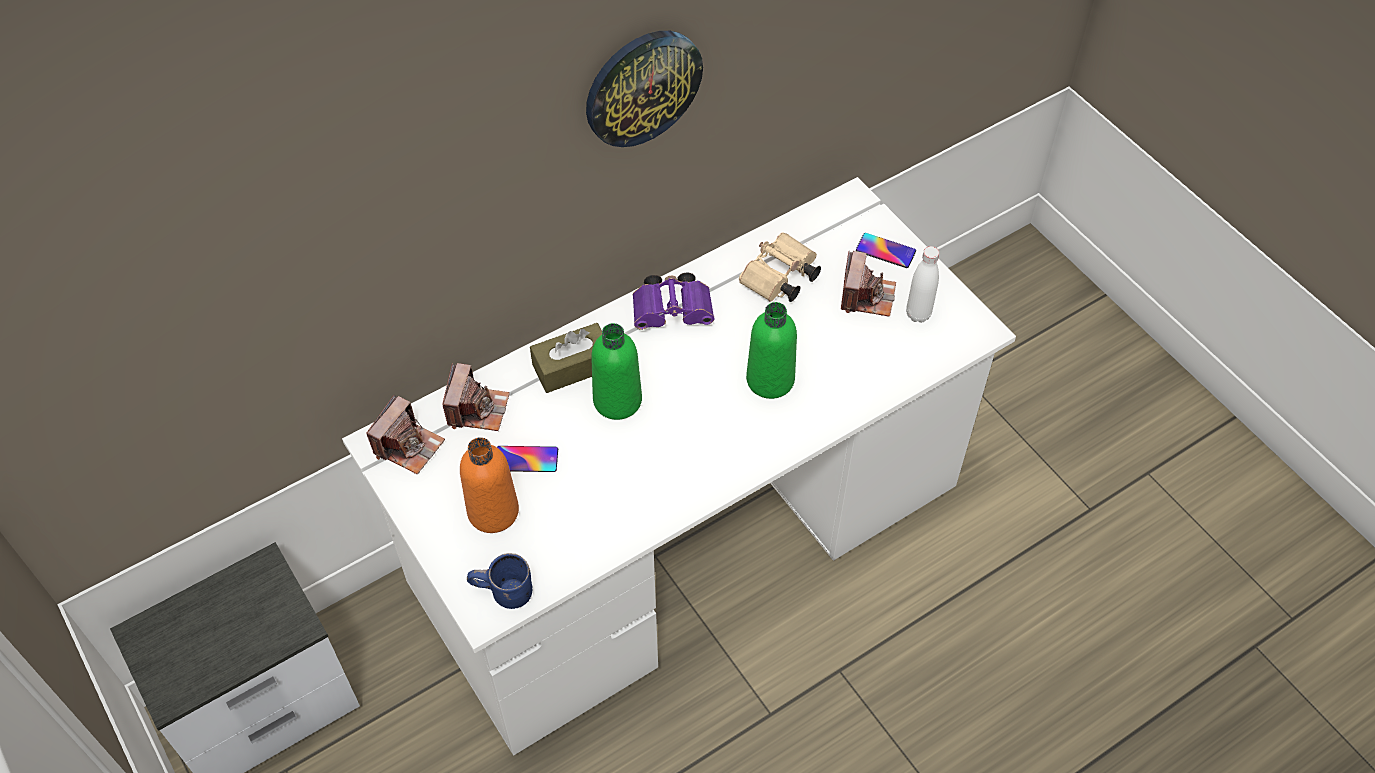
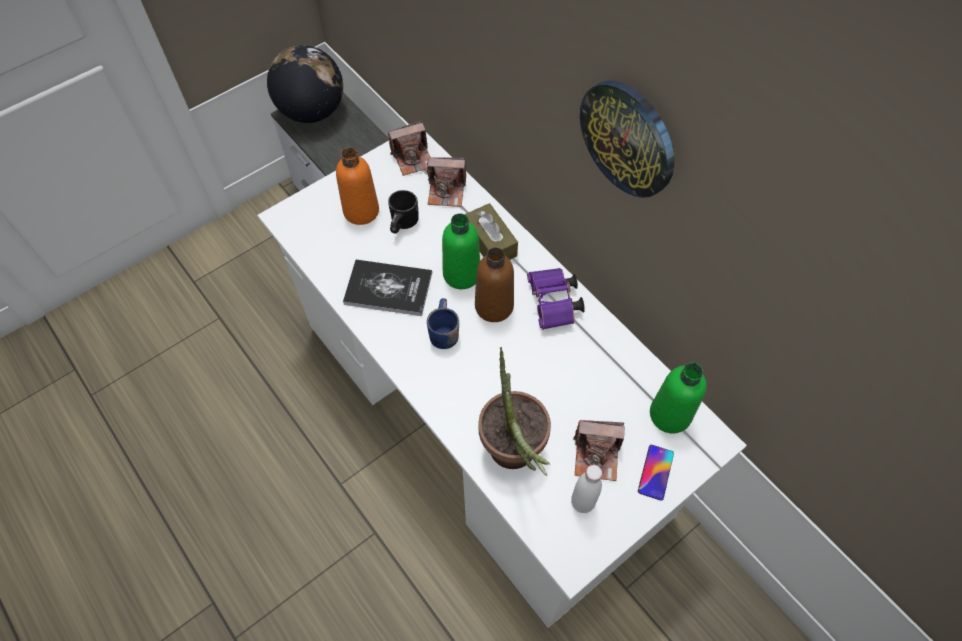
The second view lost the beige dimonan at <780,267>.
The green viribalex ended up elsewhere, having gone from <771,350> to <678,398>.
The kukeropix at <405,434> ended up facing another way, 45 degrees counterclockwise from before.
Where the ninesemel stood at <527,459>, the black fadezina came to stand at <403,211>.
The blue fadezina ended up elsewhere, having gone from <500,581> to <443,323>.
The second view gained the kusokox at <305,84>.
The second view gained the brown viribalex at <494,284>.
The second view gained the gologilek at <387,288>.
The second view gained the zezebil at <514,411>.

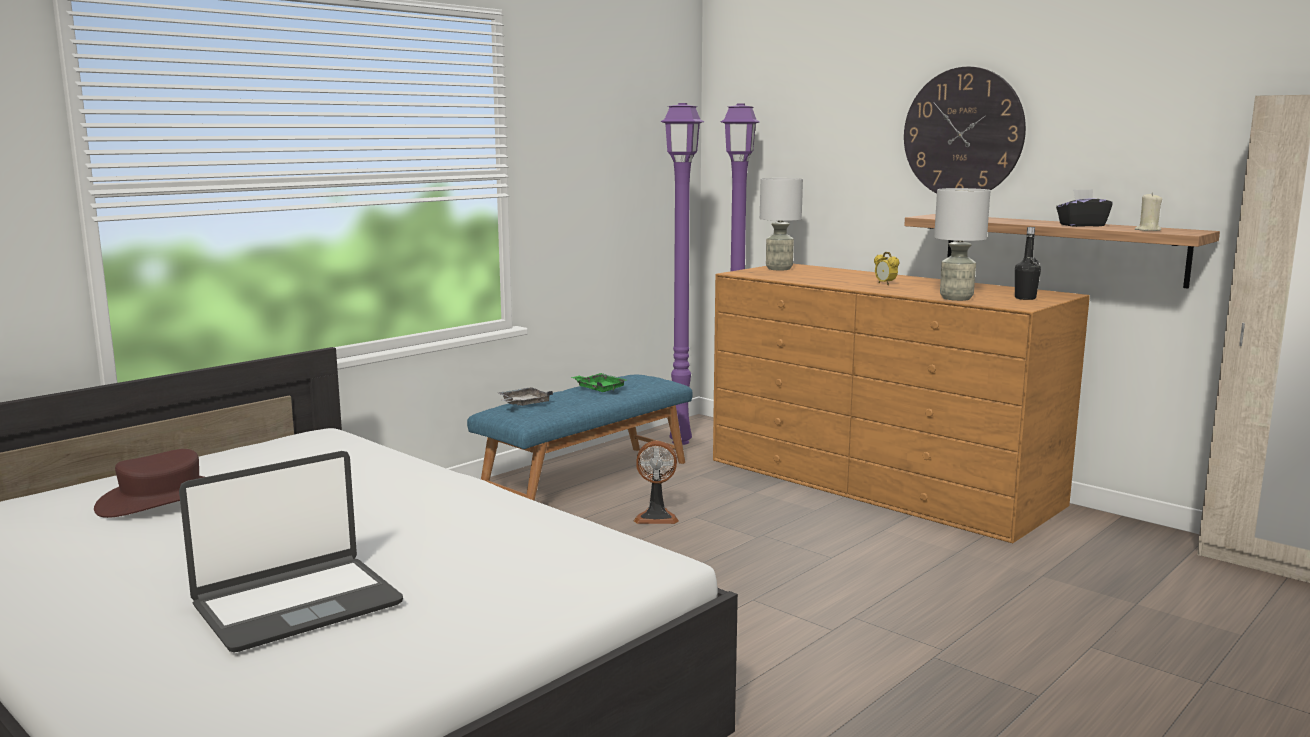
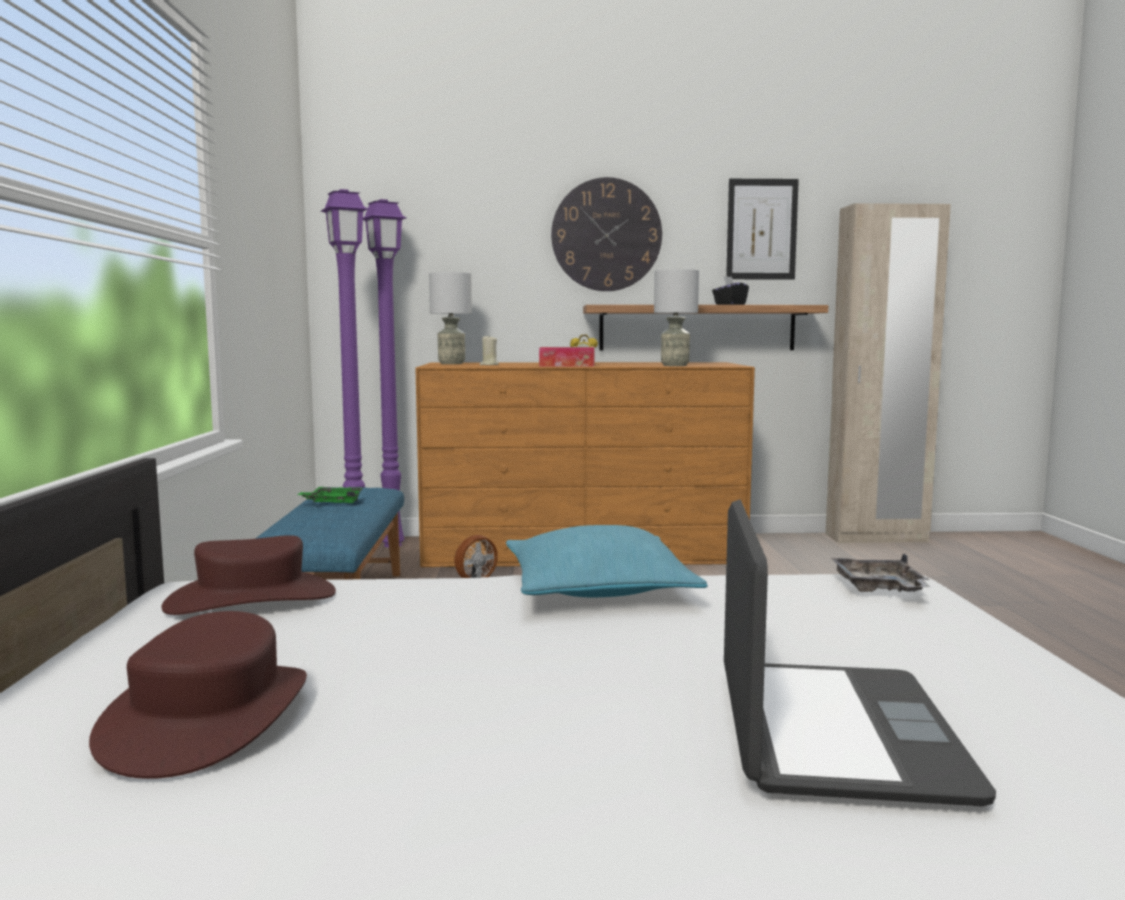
The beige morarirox ended up elsewhere, having gone from <1148,211> to <489,350>.
The second view lost the black viribalex at <1028,263>.
The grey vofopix ended up elsewhere, having gone from <526,396> to <881,572>.
The second view gained the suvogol at <762,229>.
The second view gained the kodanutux at <567,357>.
The second view gained the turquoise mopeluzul at <607,561>.
The second view gained the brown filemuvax at <248,575>.

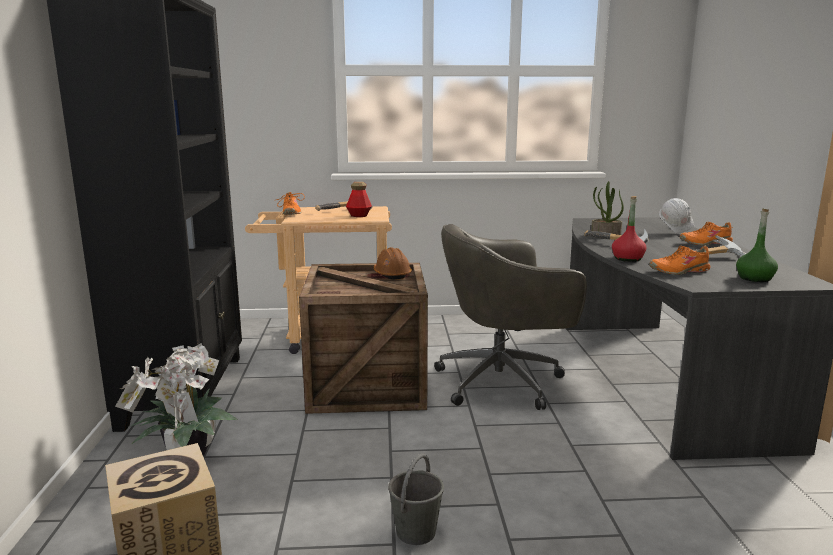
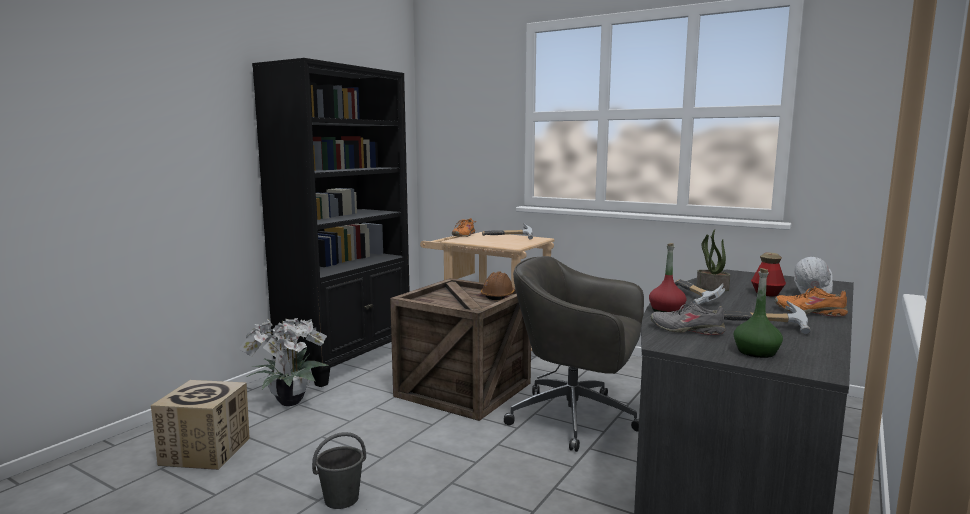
The viribalex ended up elsewhere, having gone from <359,199> to <768,274>.
What was the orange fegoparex at <680,260> turned into the grey fegoparex at <688,318>.

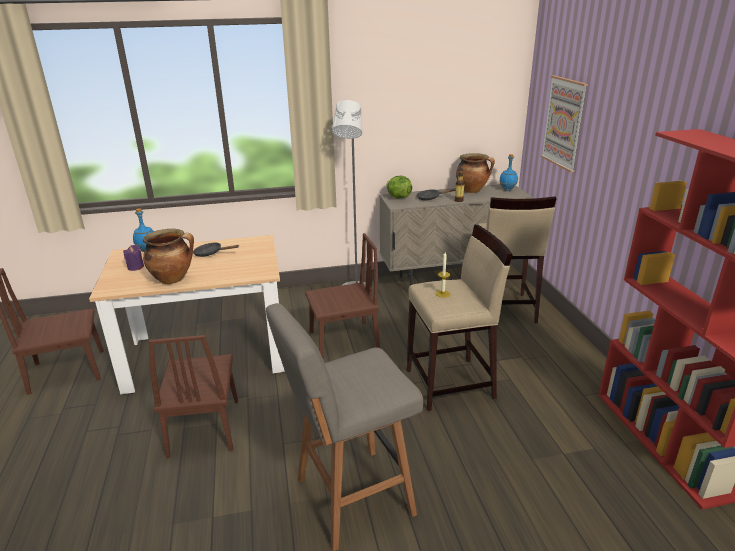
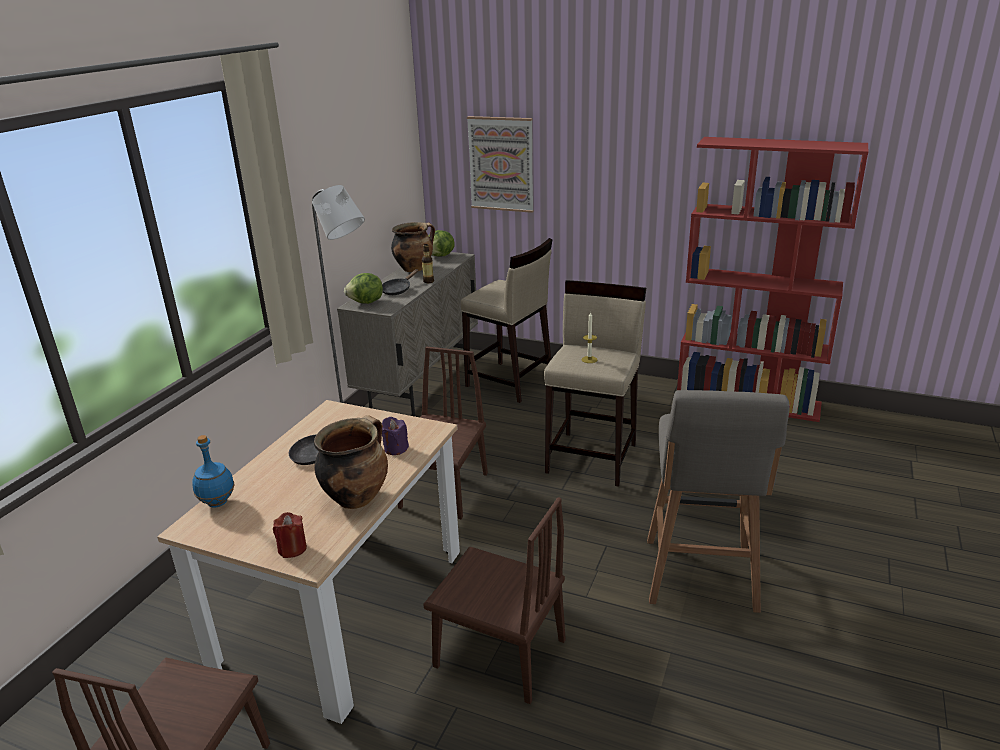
Where the blue viribalex stood at <508,172>, the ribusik came to stand at <441,243>.
The purple morarirox ended up elsewhere, having gone from <133,258> to <395,436>.
The second view gained the red morarirox at <290,535>.

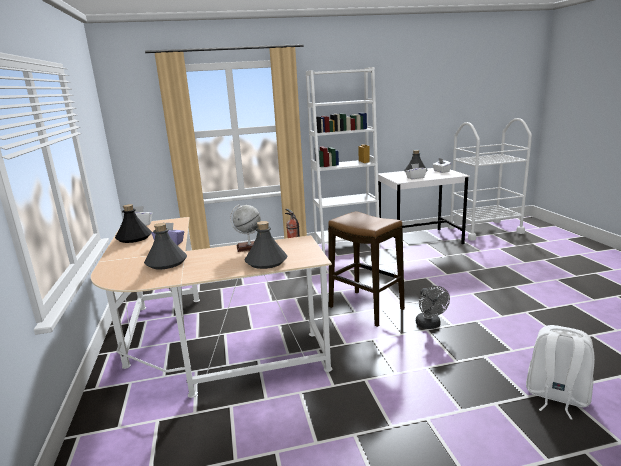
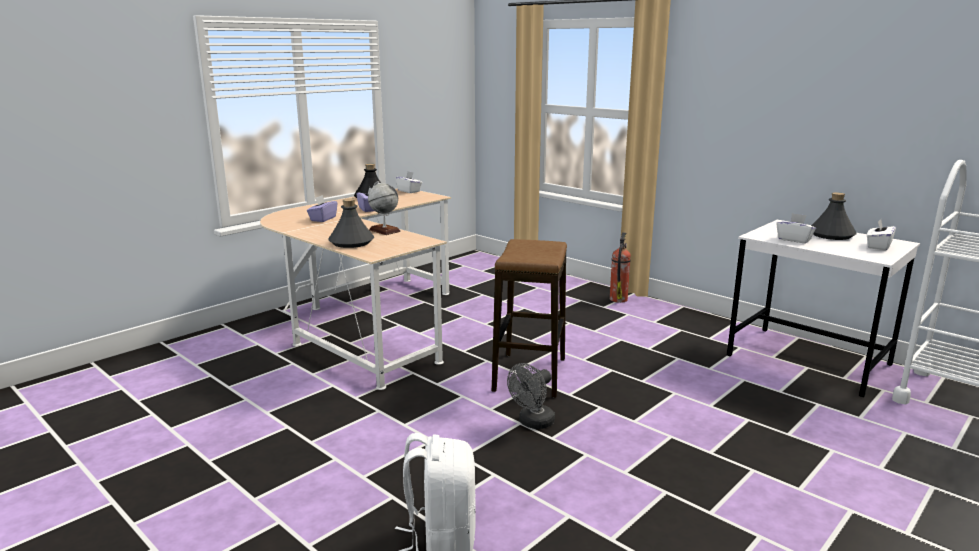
The second view lost the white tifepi at <343,160>.
Where the grey viribalex stood at <165,246>, the purple kodanutux came to stand at <322,208>.

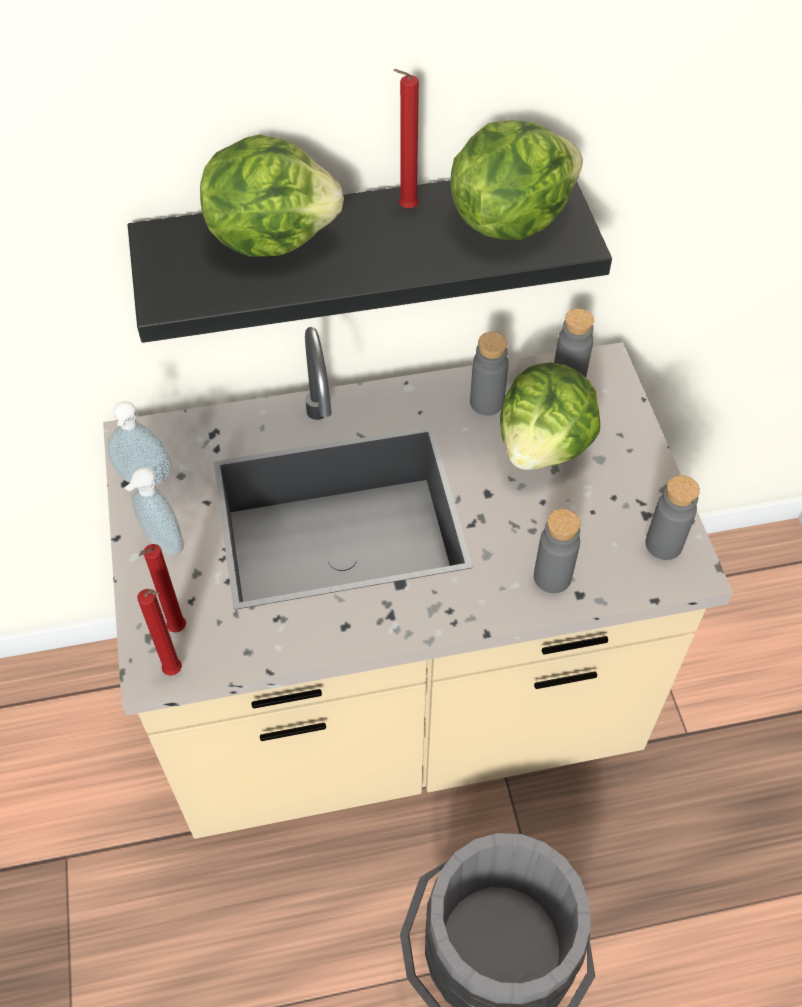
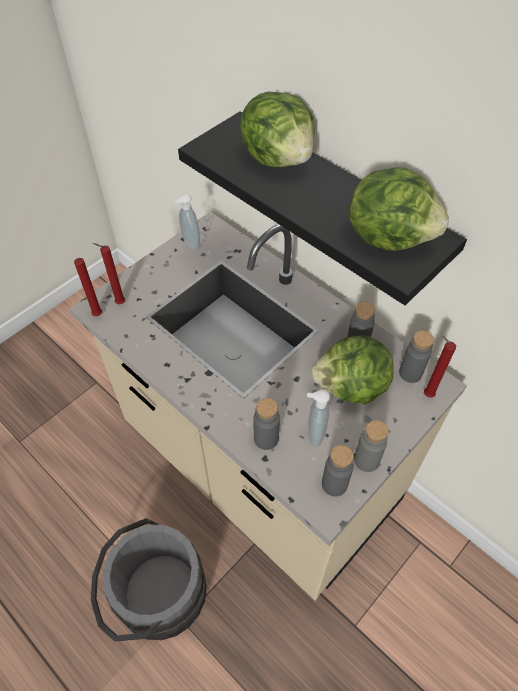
The red morarirox ended up elsewhere, having gone from <406,139> to <440,367>.
The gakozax ended up elsewhere, having gone from <154,511> to <318,418>.
The second view gained the grey viribalex at <371,446>.

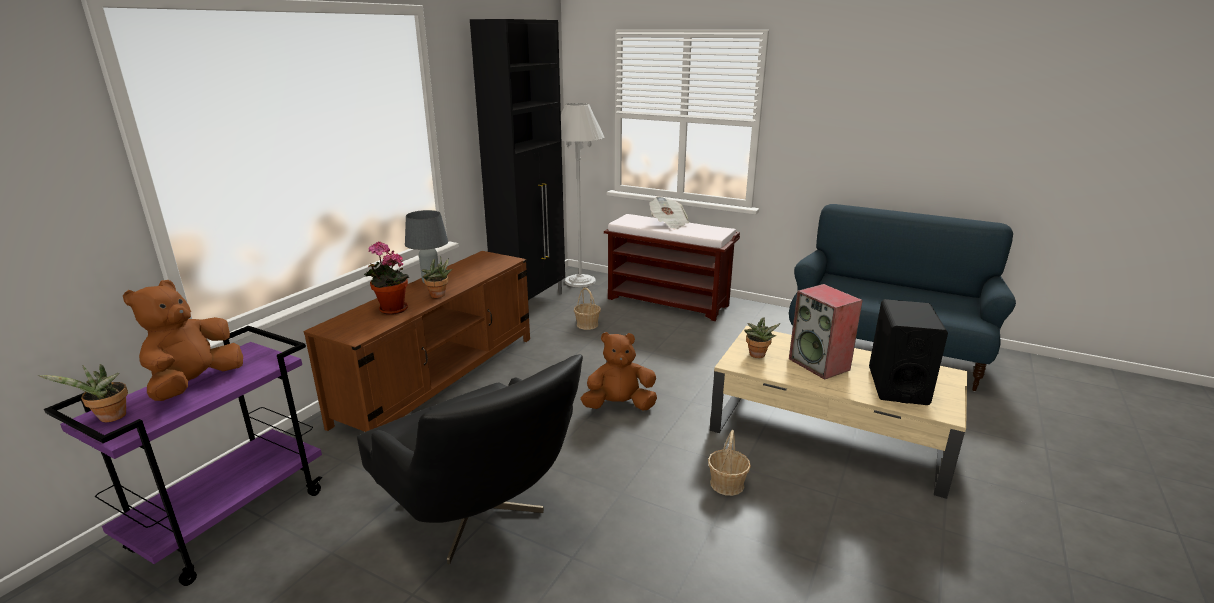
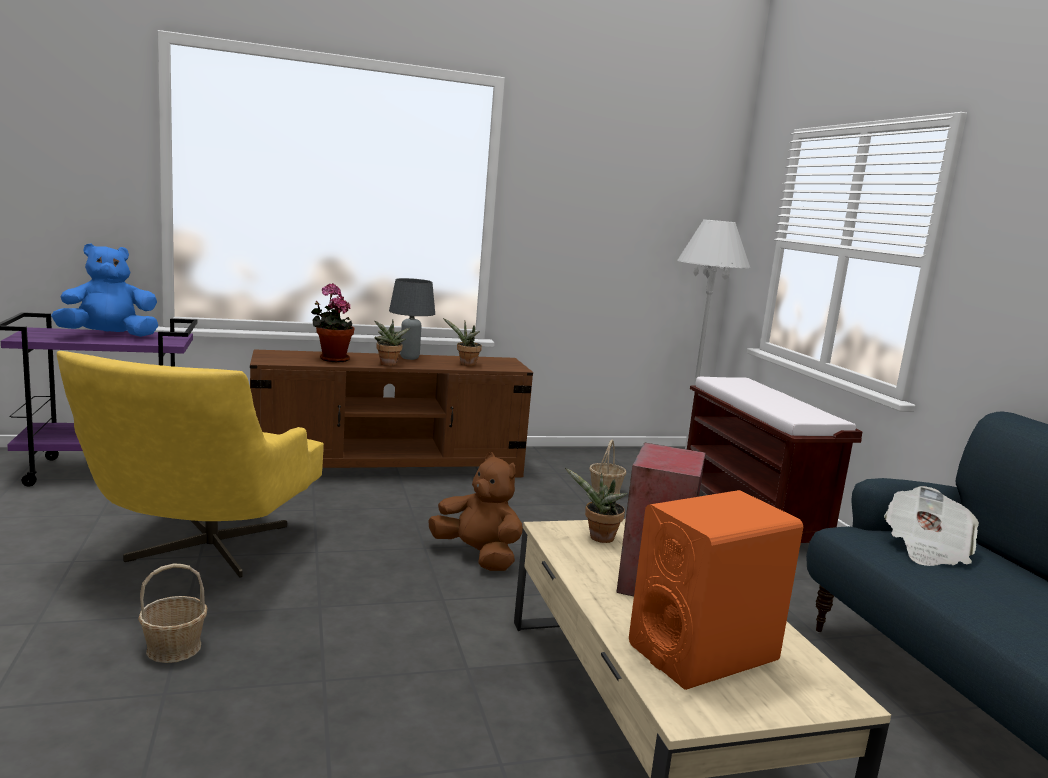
The second view lost the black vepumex at <517,159>.
The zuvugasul ended up elsewhere, having gone from <669,212> to <931,526>.
What was the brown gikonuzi at <183,340> turned into the blue gikonuzi at <104,290>.
What was the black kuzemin at <908,352> turned into the orange kuzemin at <716,590>.
What was the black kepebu at <470,459> turned into the yellow kepebu at <190,464>.
The zezebil ended up elsewhere, having gone from <83,393> to <462,342>.
The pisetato ended up elsewhere, having gone from <729,463> to <172,613>.

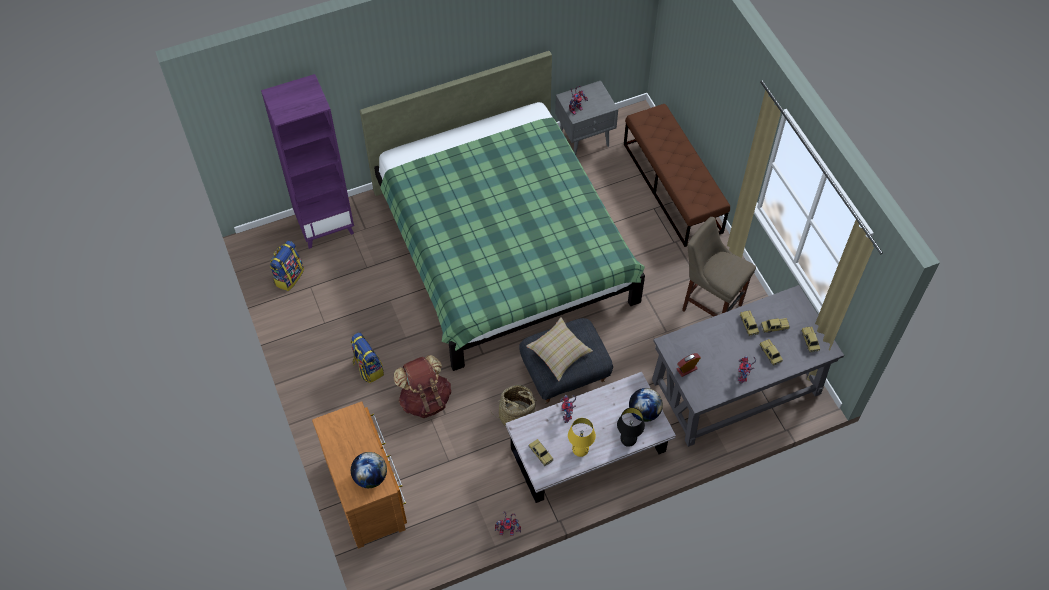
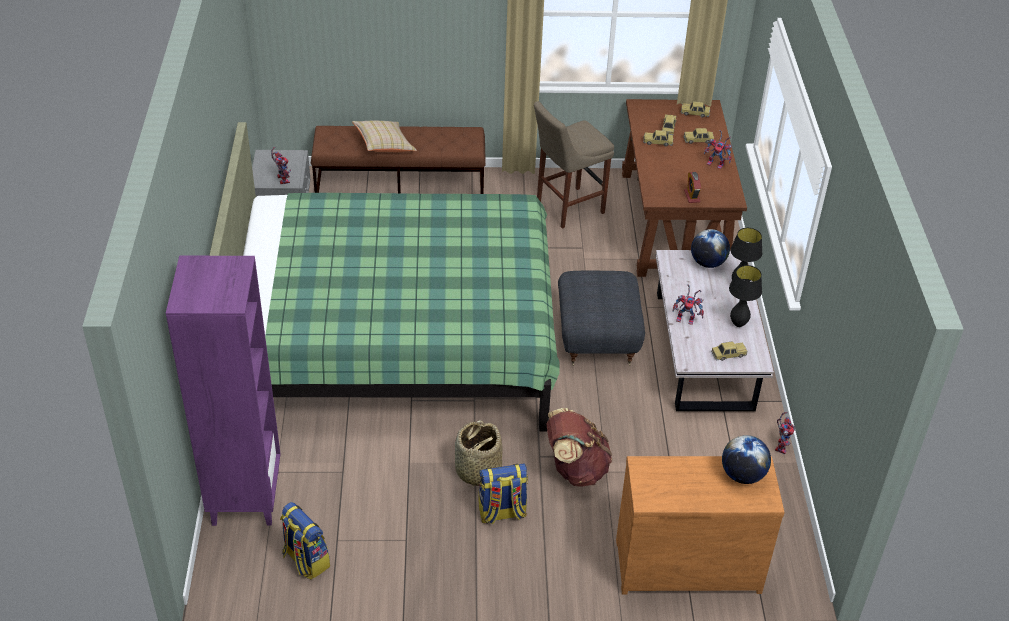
What was the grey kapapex at <748,366> turned into the brown kapapex at <684,188>.
The beige mopeluzul ended up elsewhere, having gone from <559,349> to <384,136>.
The pisetato ended up elsewhere, having gone from <515,405> to <478,453>.
What was the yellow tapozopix at <582,437> turned into the black tapozopix at <745,296>.

